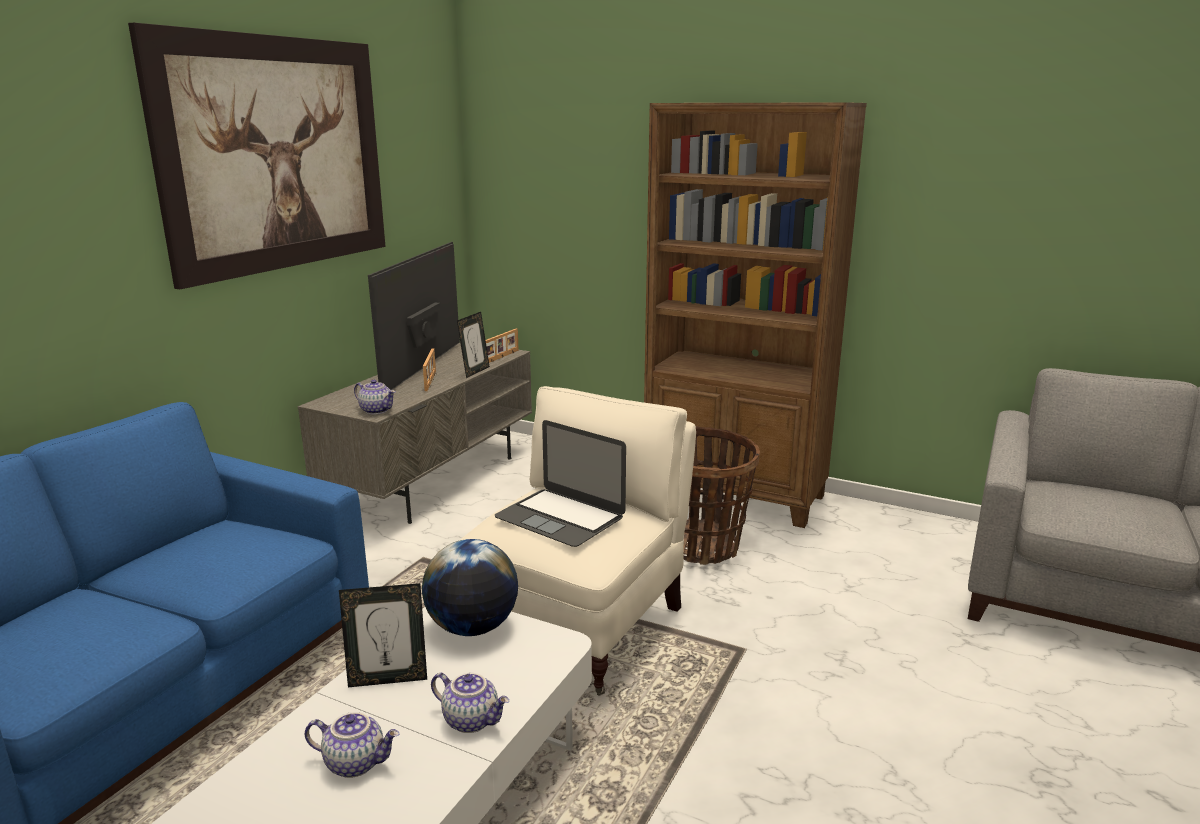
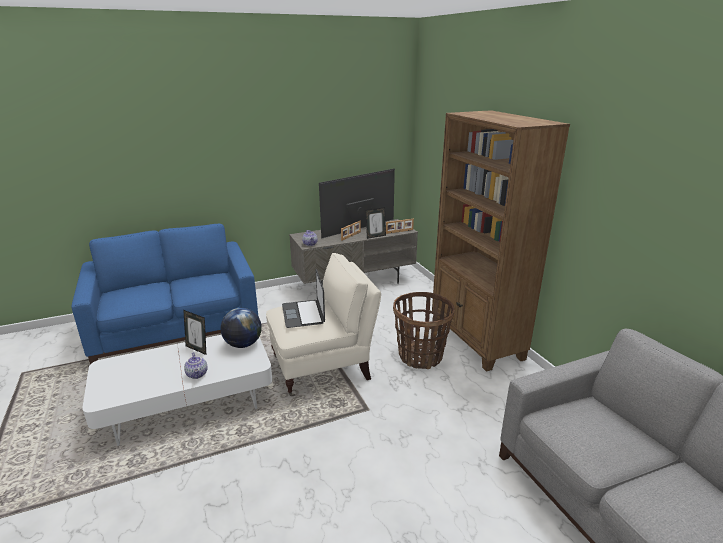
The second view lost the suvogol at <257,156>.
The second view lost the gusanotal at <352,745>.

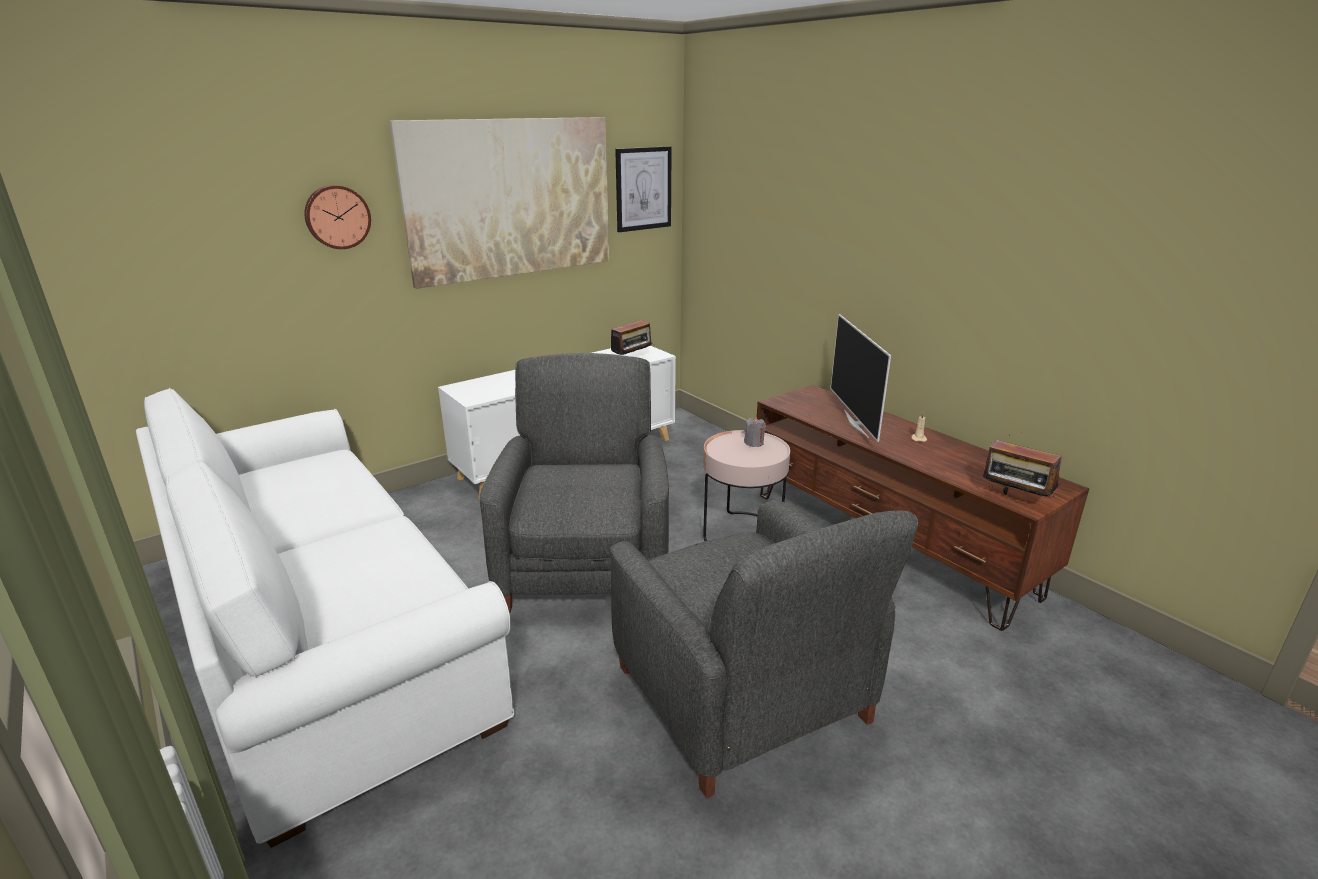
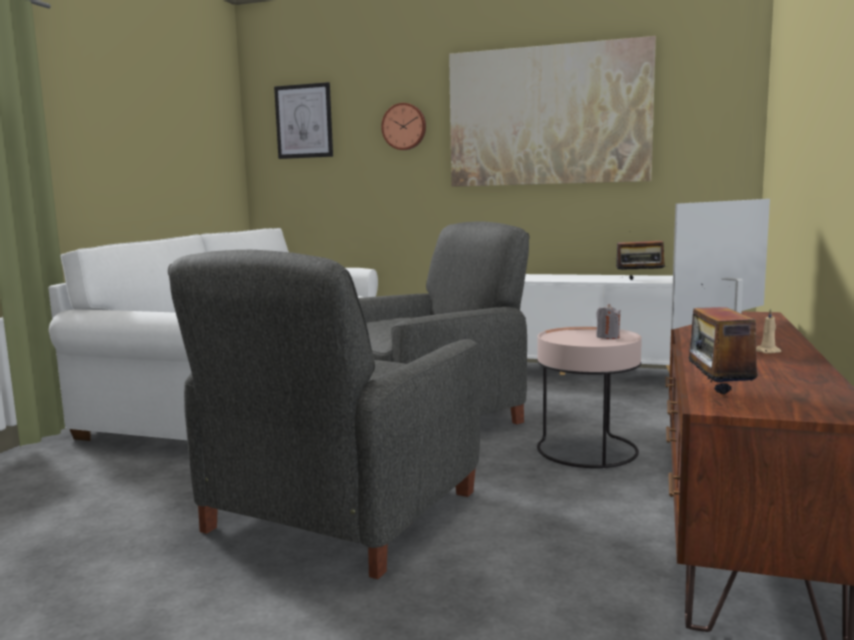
The suvogol ended up elsewhere, having gone from <643,189> to <303,120>.

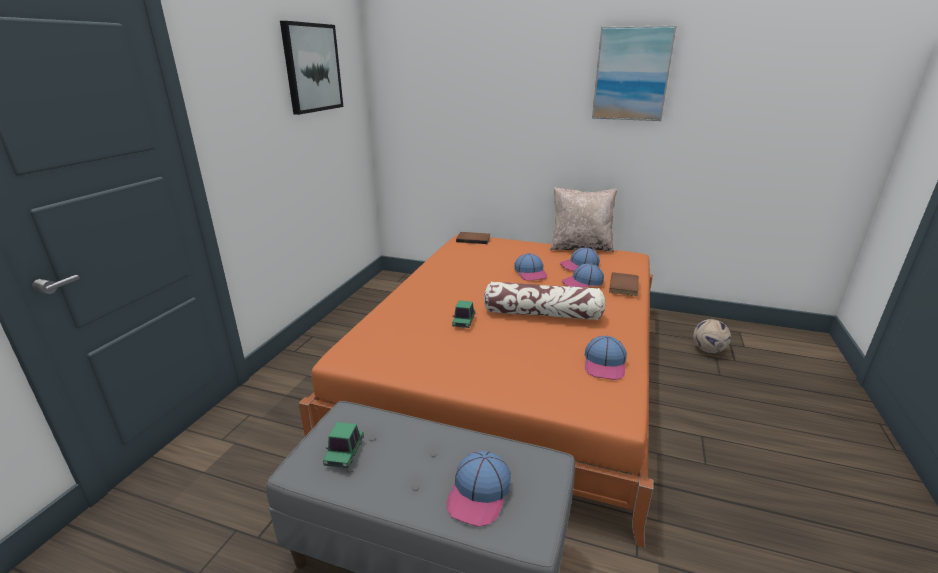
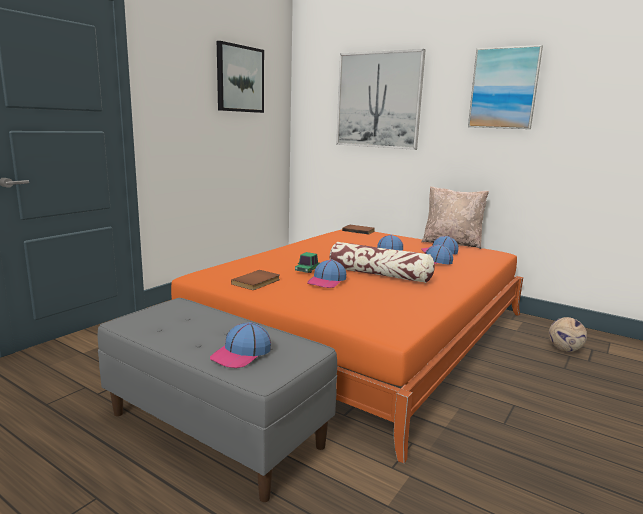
The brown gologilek ended up elsewhere, having gone from <624,284> to <255,280>.
The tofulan ended up elsewhere, having gone from <606,358> to <326,273>.
The second view lost the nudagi at <343,445>.
The second view gained the suvogol at <381,99>.

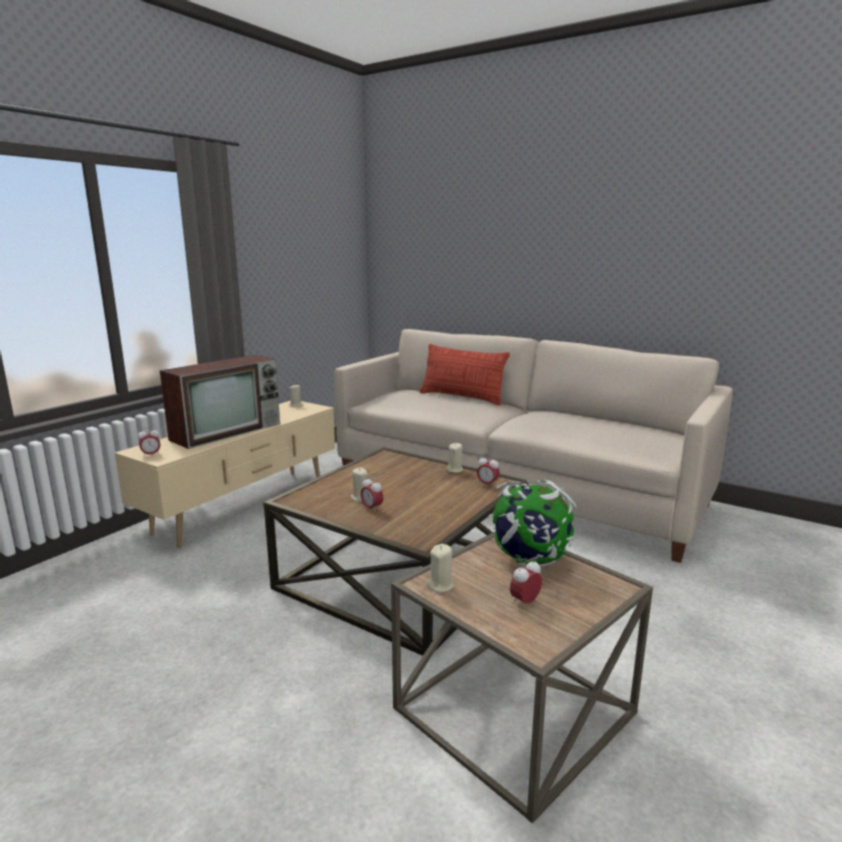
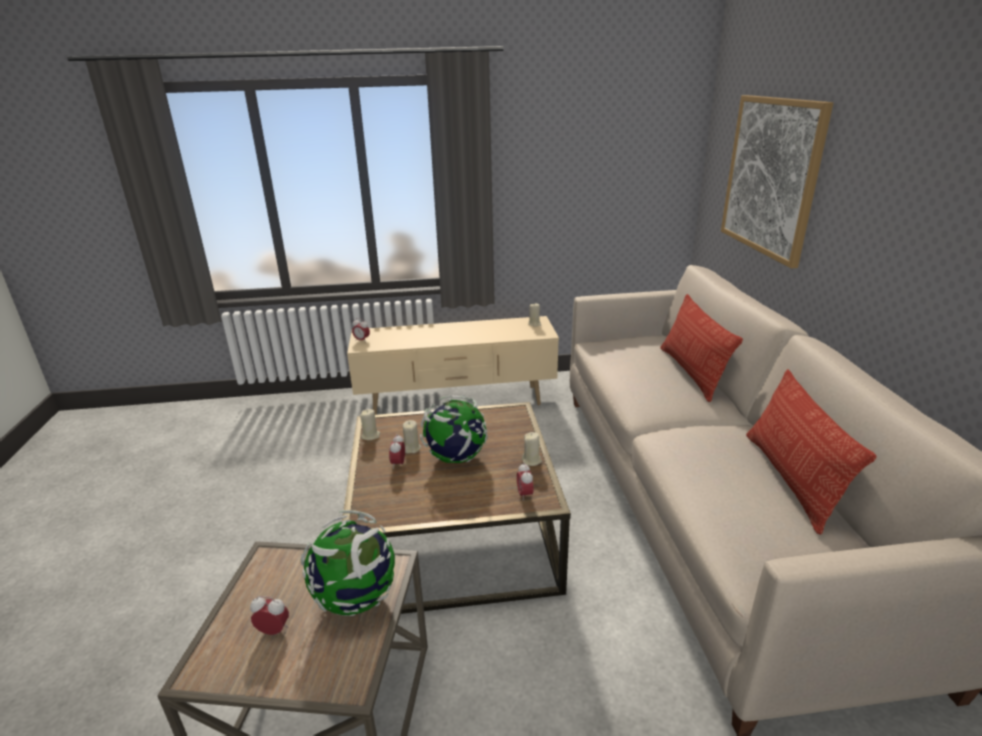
The second view lost the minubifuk at <219,402>.
The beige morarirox ended up elsewhere, having gone from <440,568> to <370,424>.
The second view gained the suvogol at <777,181>.
The second view gained the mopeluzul at <811,452>.
The second view gained the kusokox at <454,429>.

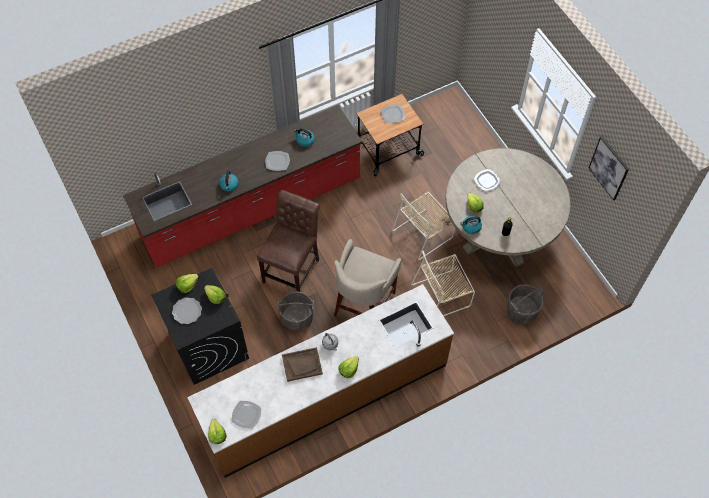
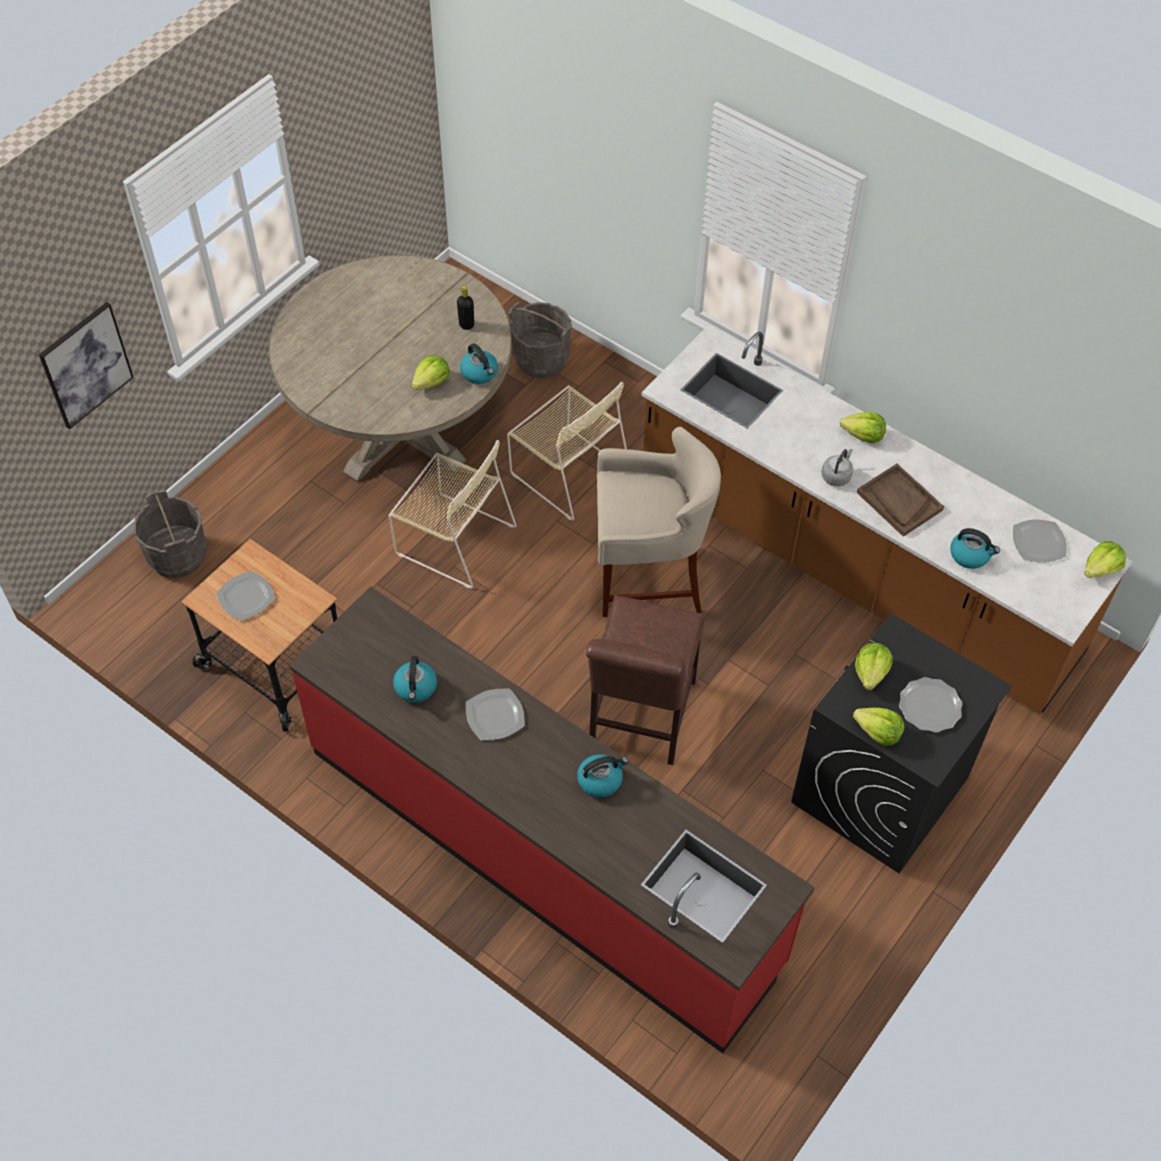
The suvogol ended up elsewhere, having gone from <608,168> to <86,365>.
The second view lost the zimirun at <487,180>.
The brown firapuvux at <288,241> ended up facing another way, 75 degrees counterclockwise from before.
The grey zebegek ended up elsewhere, having gone from <295,311> to <169,534>.
The second view gained the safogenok at <975,548>.

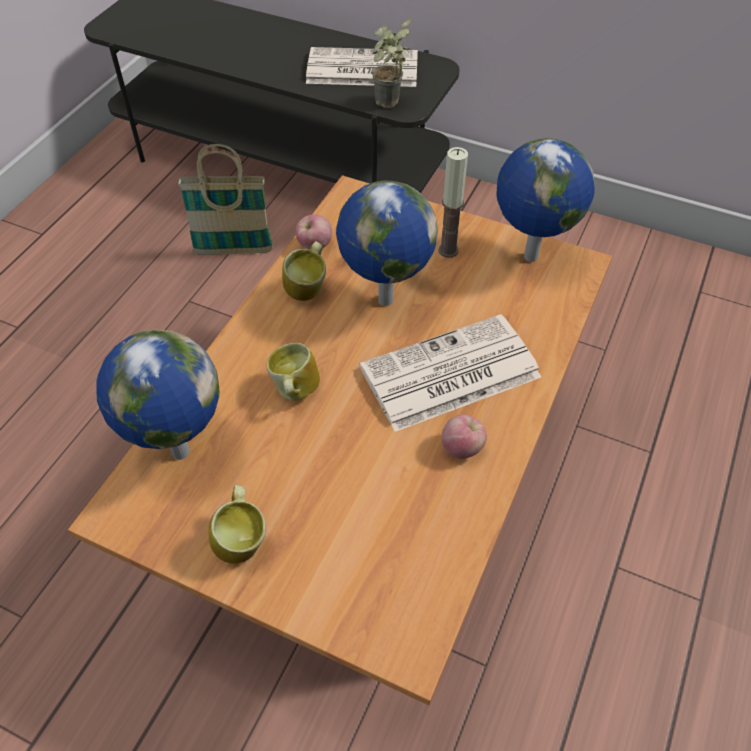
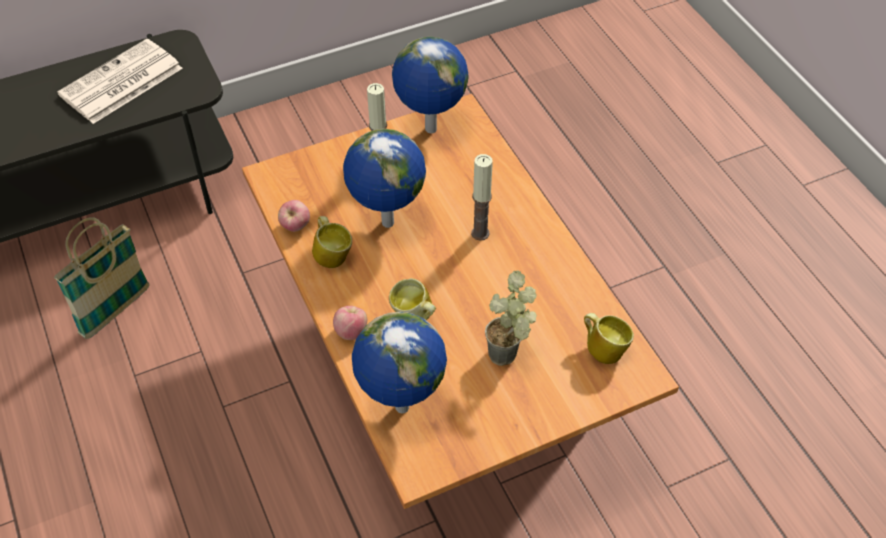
The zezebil ended up elsewhere, having gone from <392,62> to <511,318>.
Where the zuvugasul stood at <450,373>, the morarirox came to stand at <482,197>.
The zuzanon ended up elsewhere, having gone from <464,437> to <350,323>.
The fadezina ended up elsewhere, having gone from <237,524> to <609,338>.

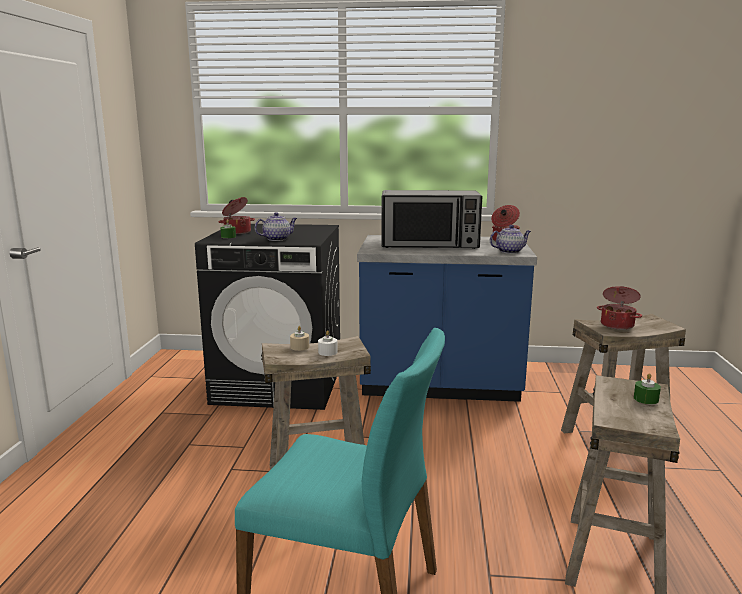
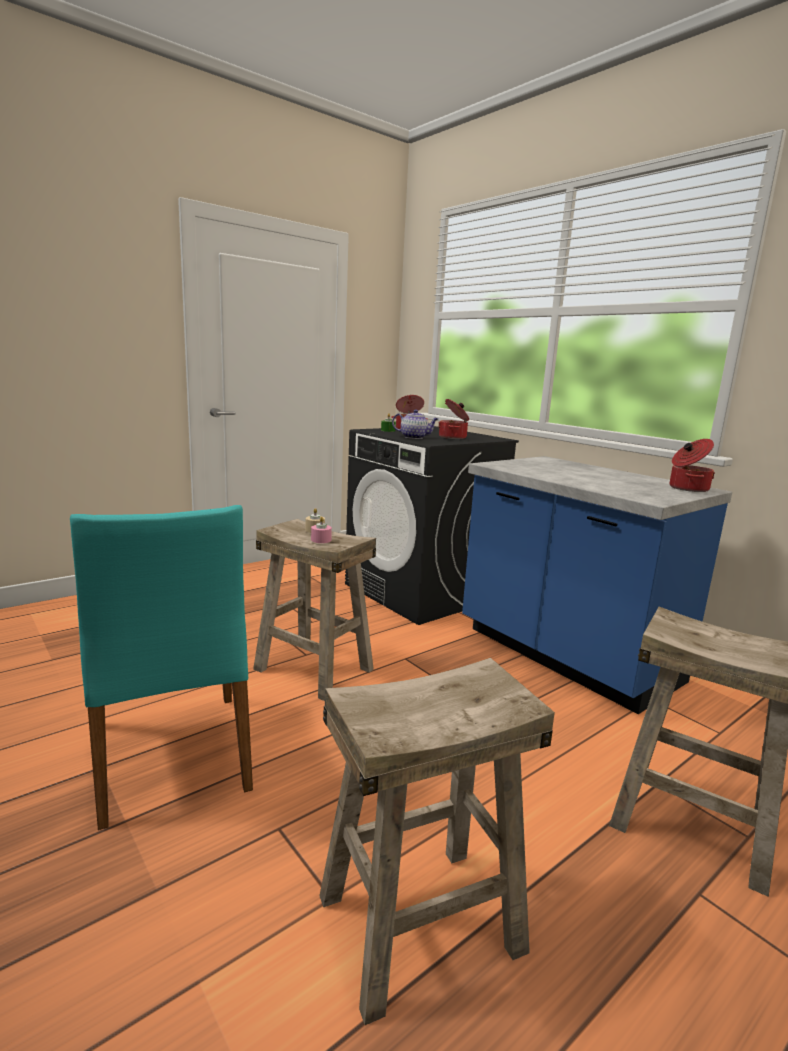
The second view lost the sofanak at <431,219>.
The second view lost the gusanotal at <510,239>.
The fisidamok ended up elsewhere, having gone from <619,308> to <453,419>.
What was the white morarirox at <328,343> turned into the pink morarirox at <321,530>.
The second view lost the green morarirox at <647,388>.

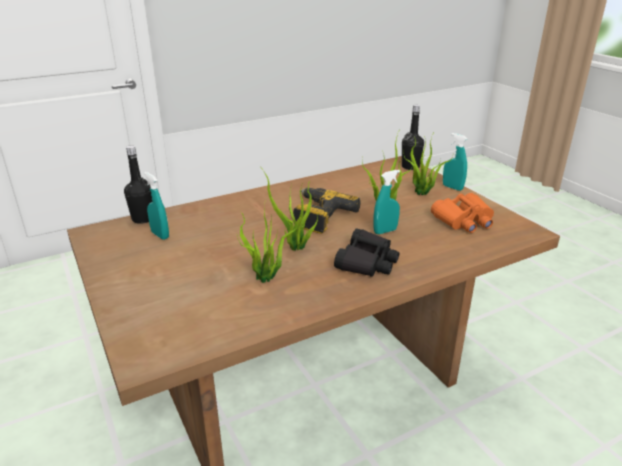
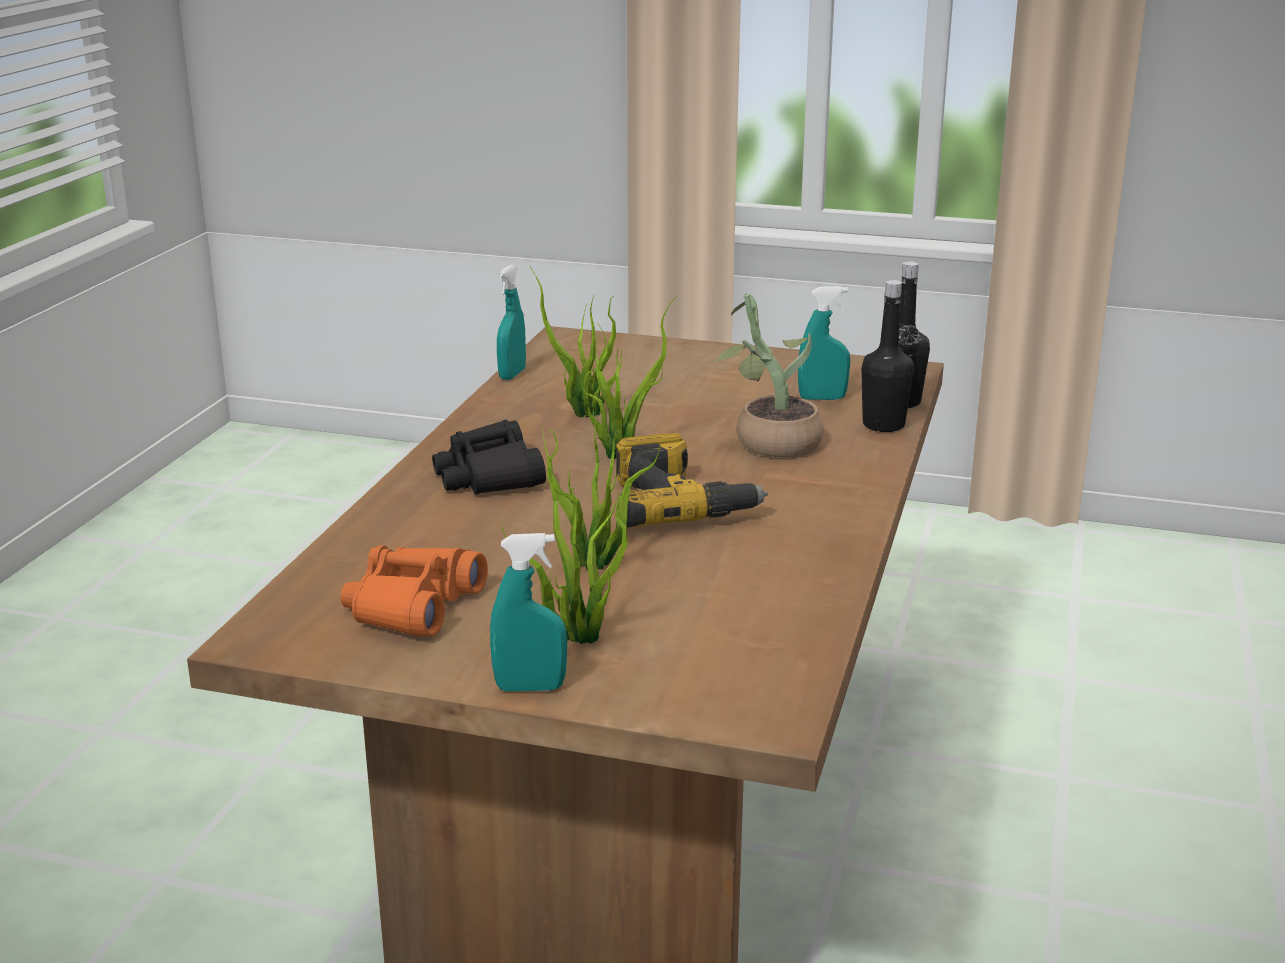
The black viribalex ended up elsewhere, having gone from <413,137> to <887,356>.
The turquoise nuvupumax ended up elsewhere, having gone from <386,202> to <511,322>.
The second view gained the zezebil at <768,375>.

